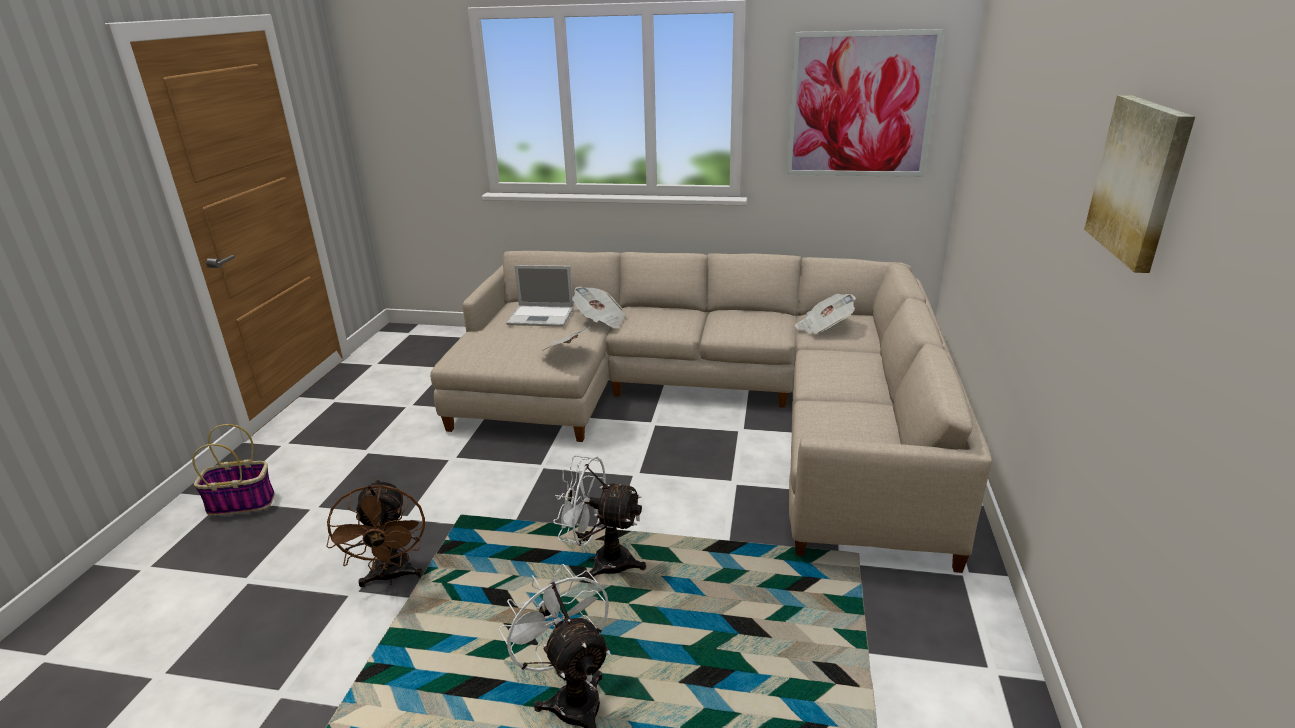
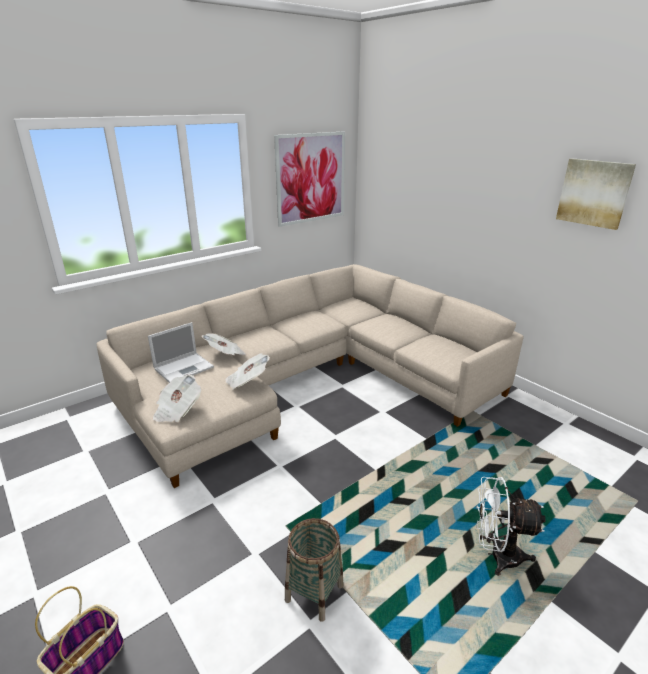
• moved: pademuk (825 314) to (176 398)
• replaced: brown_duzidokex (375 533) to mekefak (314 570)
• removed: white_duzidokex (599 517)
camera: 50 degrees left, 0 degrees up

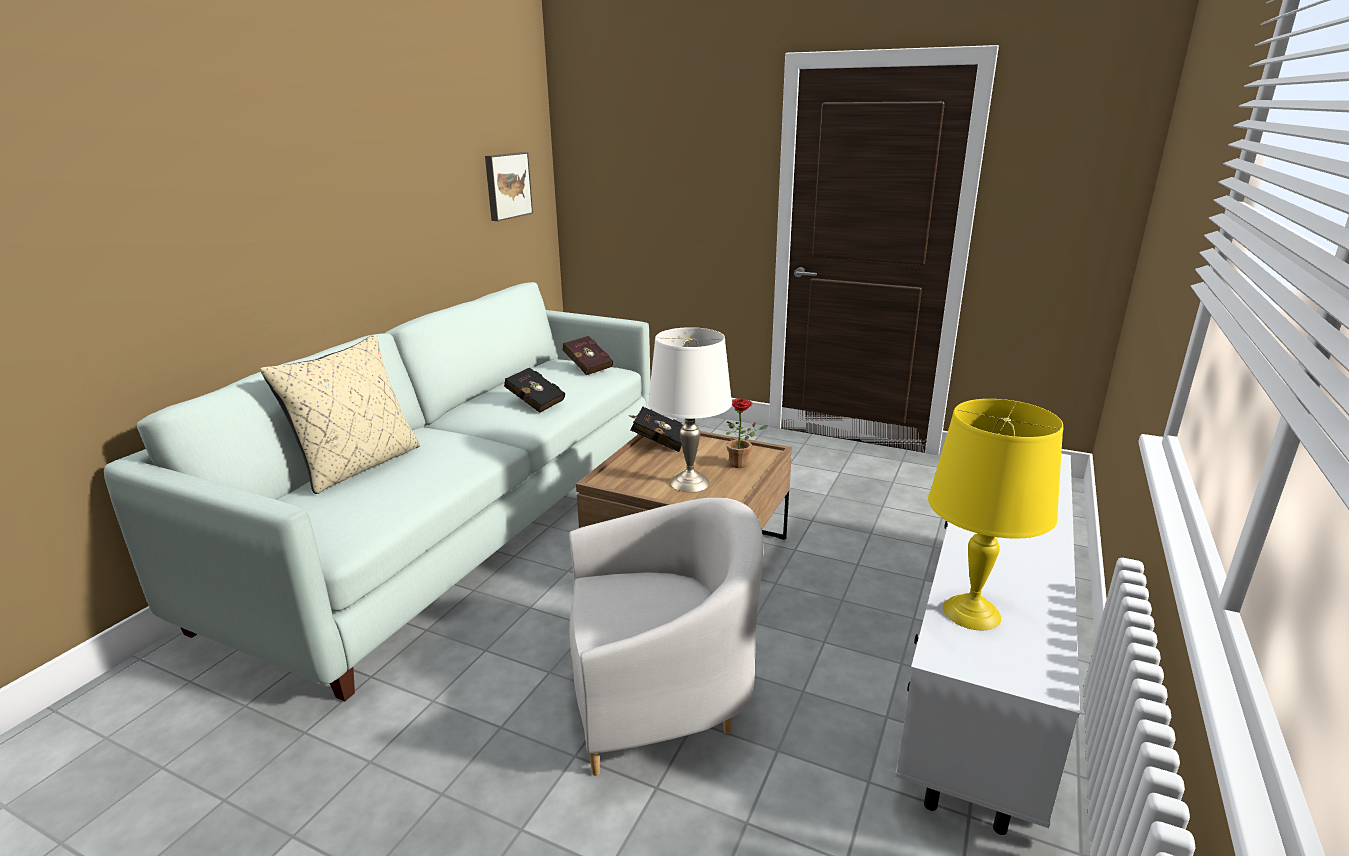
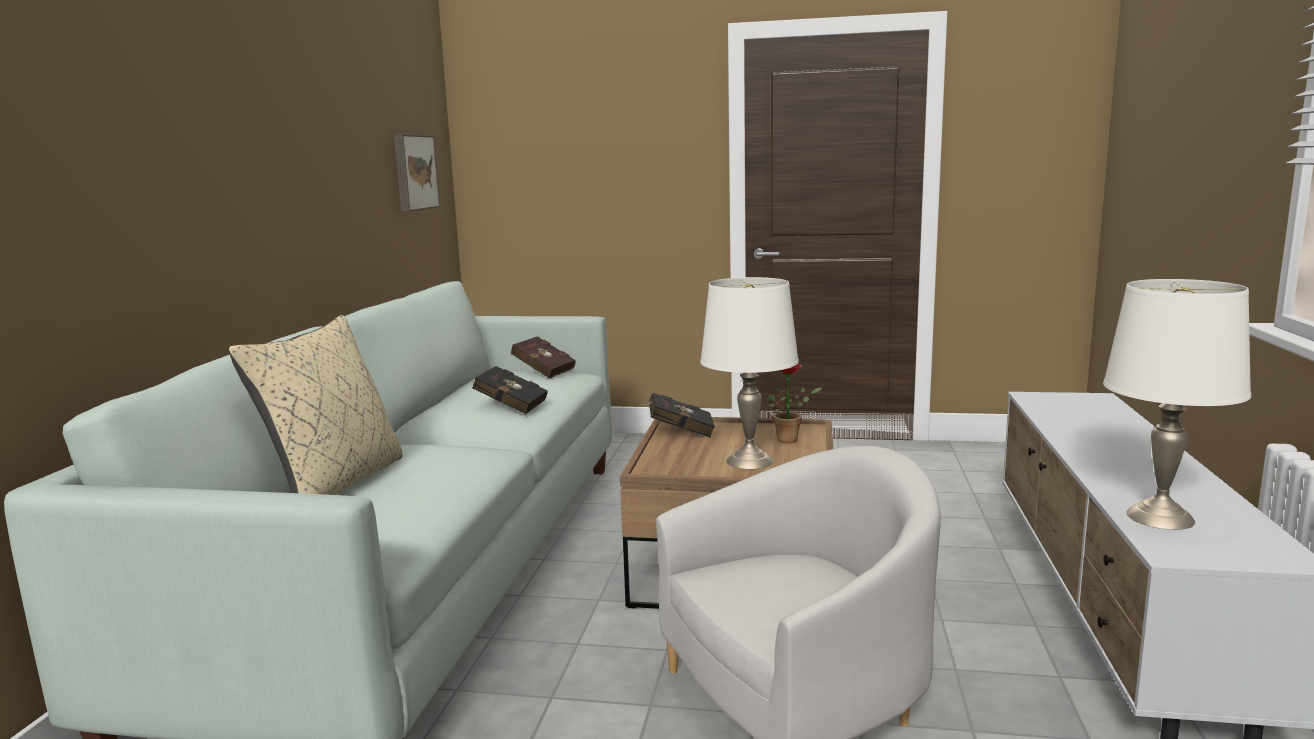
• recoloured: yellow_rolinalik (995 514) to white_rolinalik (1177 404)
camera: 15 degrees left, 10 degrees down

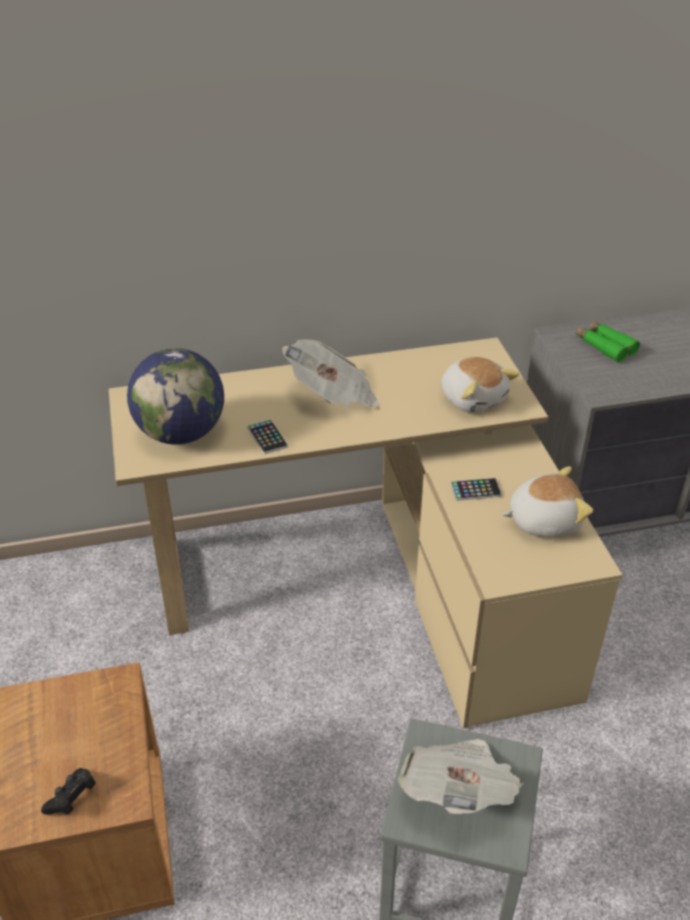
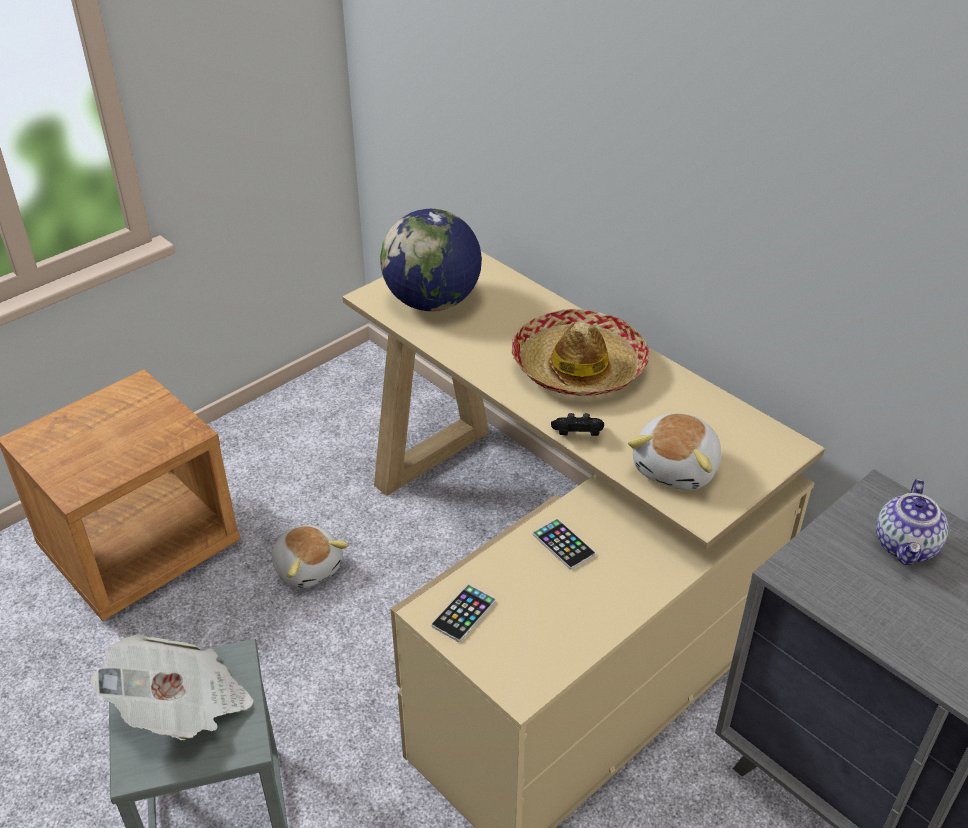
• moved: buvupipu (547 502) to (310 556)
• moved: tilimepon (267 436) to (463 613)
• replaced: pademuk (331 373) to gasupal (580 352)
• moved: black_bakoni (68 791) to (577 424)
• replaced: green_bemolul (608 342) to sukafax (912 522)
camera: 60 degrees right, 0 degrees up

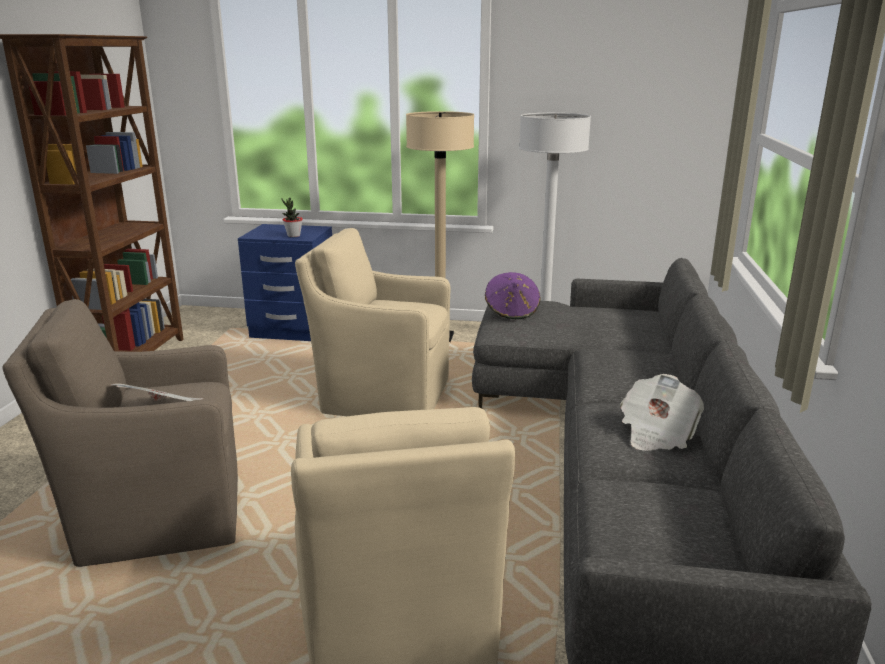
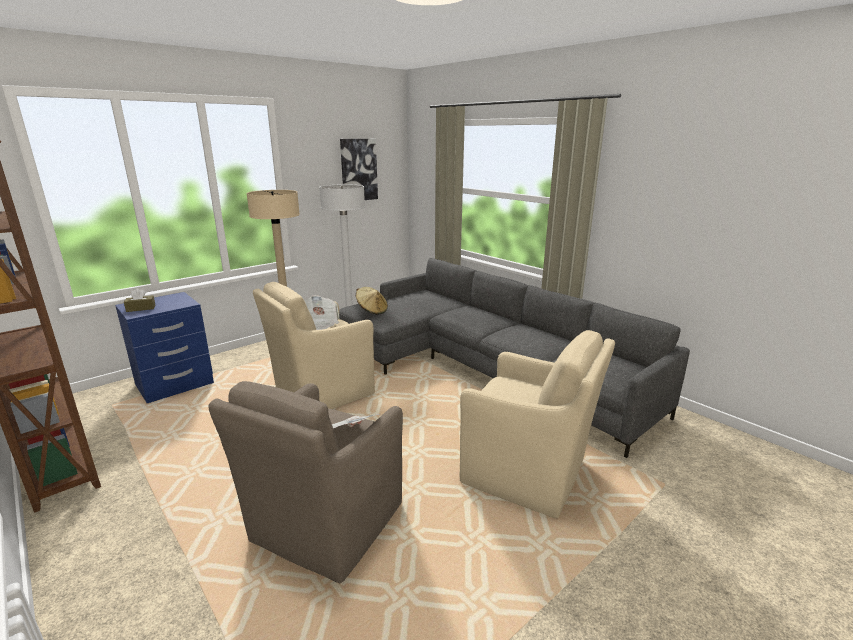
• added: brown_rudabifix (139 300)
• moved: pademuk (662 412) to (322 312)
• added: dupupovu (359 169)
• recoloured: purple_gasupal (512 295) to beige_gasupal (372 300)
• removed: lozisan (292 217)
camera: 50 degrees left, 0 degrees up

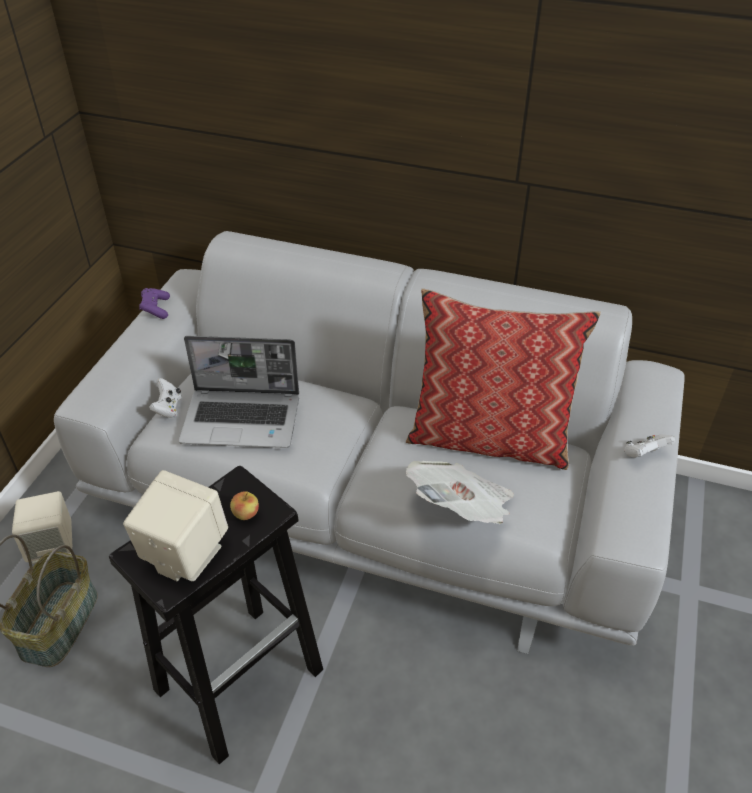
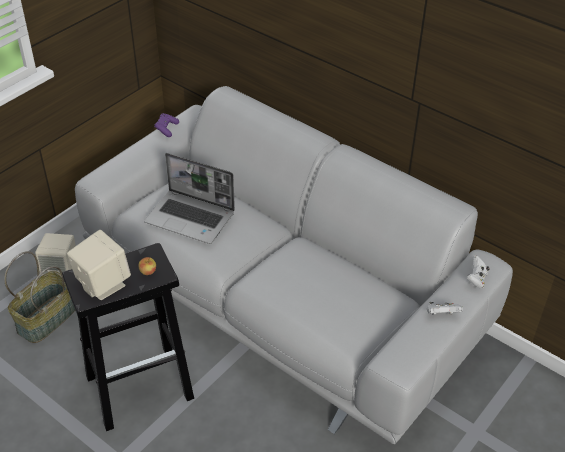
• moved: white_bakoni (165 398) to (478 271)
• removed: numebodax (503 379)
• removed: pademuk (460 492)
camera: 20 degrees right, 0 degrees up

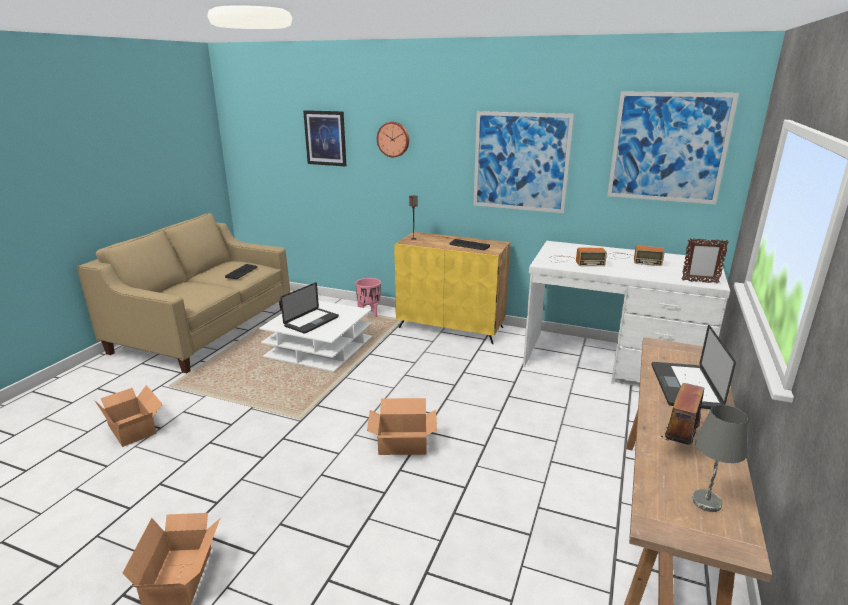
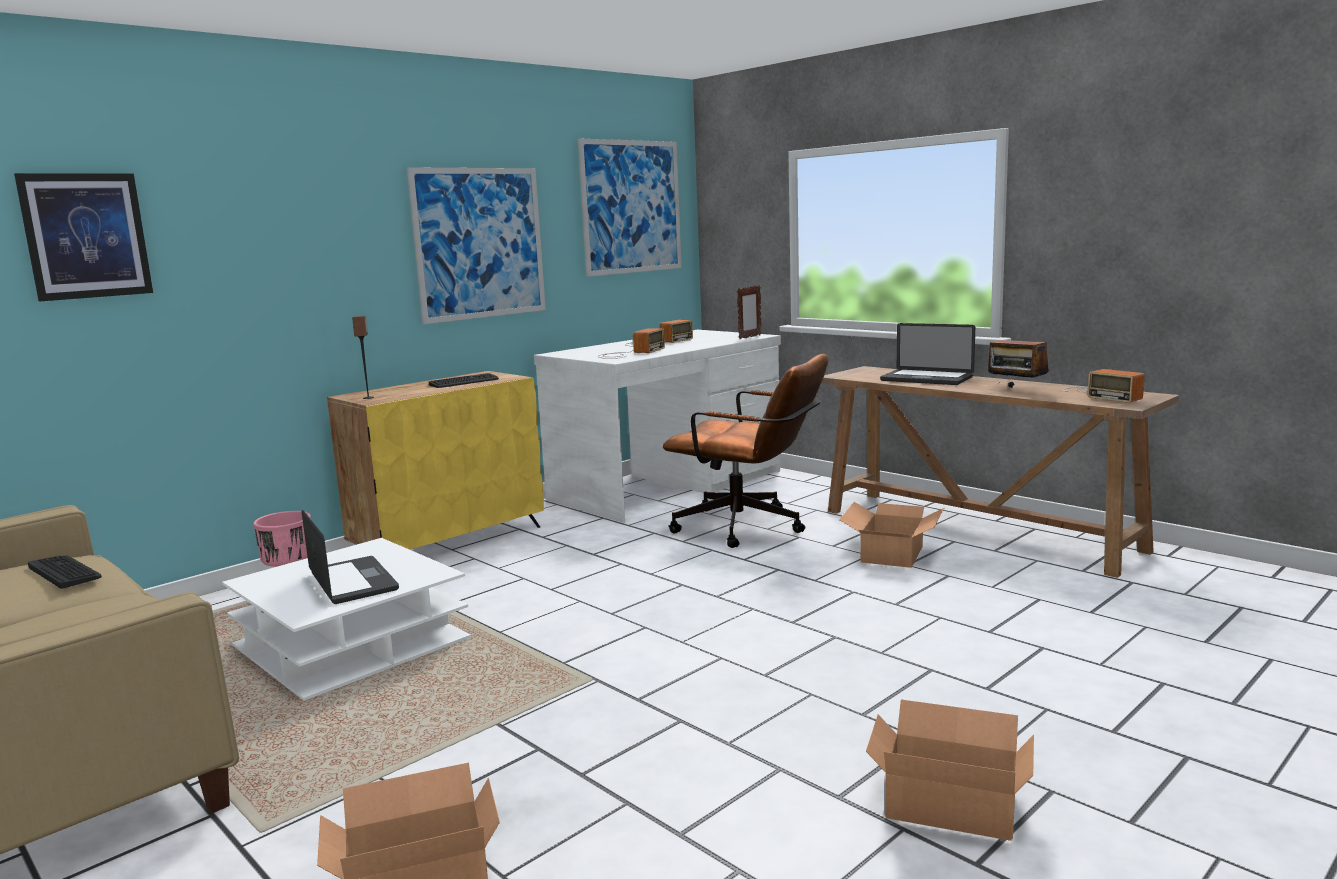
• added: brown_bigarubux (745 451)
• moved: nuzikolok (402 426) to (891 535)
• replaced: grey_rolinalik (720 458) to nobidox (1104 386)
• removed: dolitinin (393 139)
camera: 65 degrees left, 10 degrees down

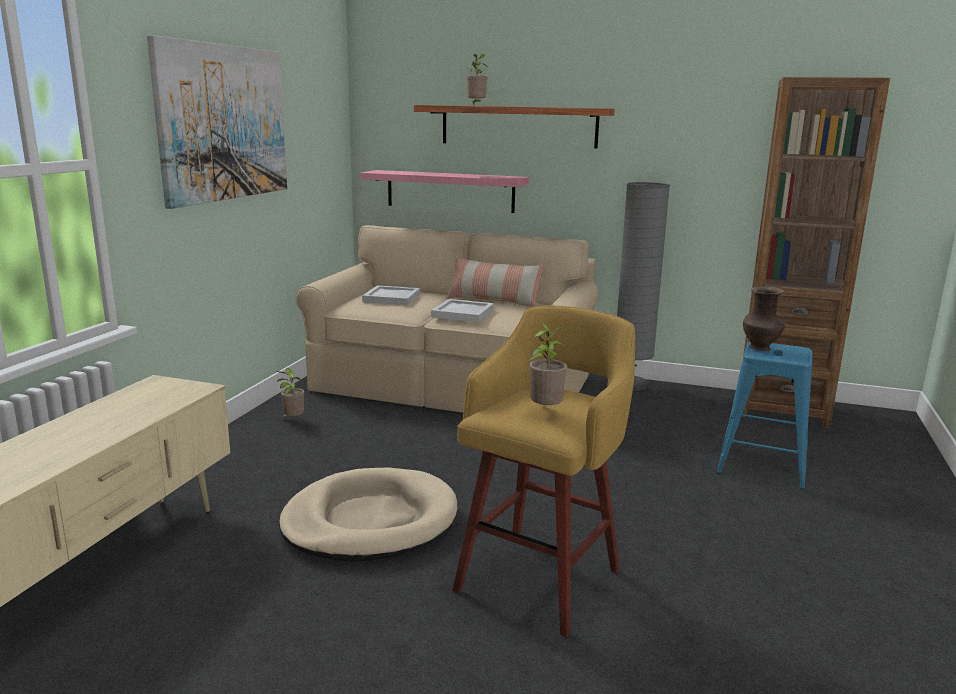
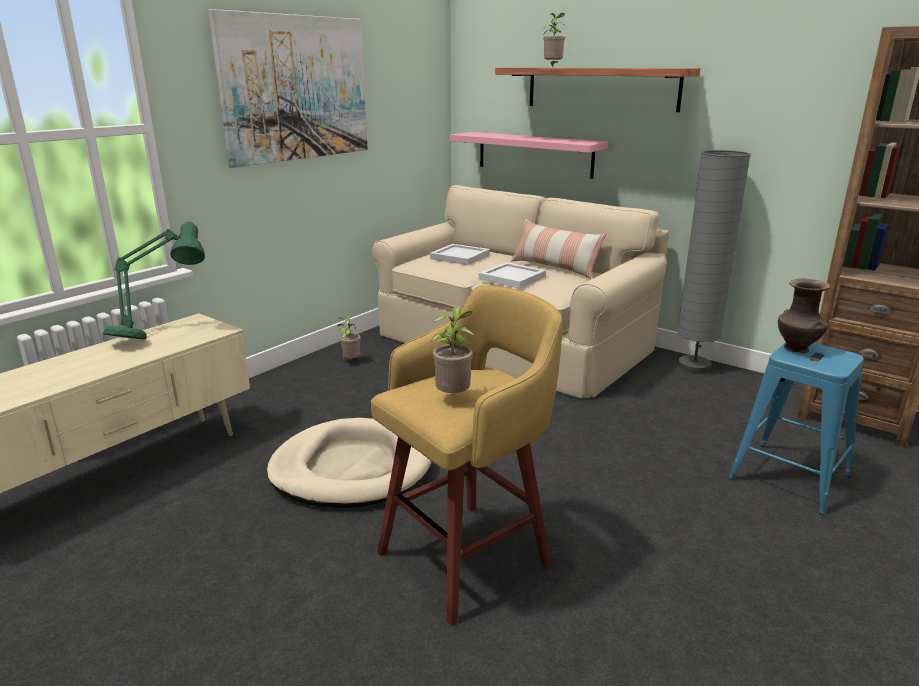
• added: green_rolinalik (154 280)
camera: 20 degrees right, 5 degrees up

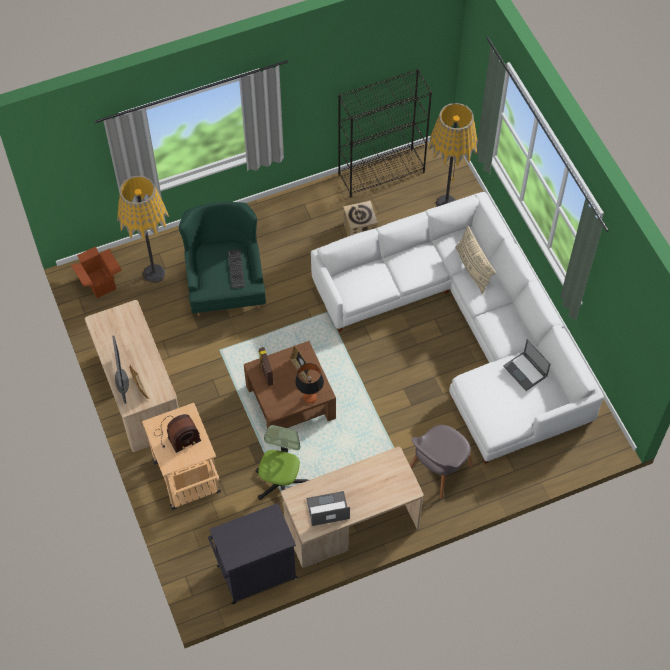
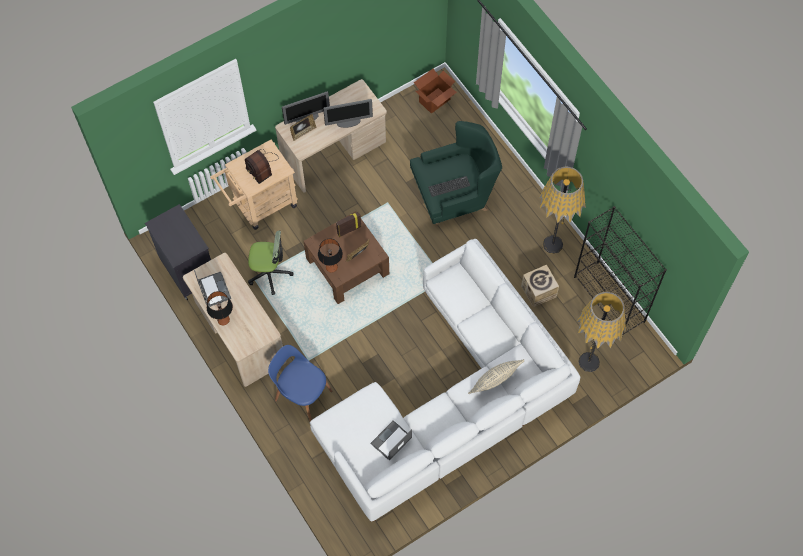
• added: rolinalik (220 308)
• recoloured: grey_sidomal (441 462) to blue_sidomal (300 383)
• added: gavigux (348 113)
• moved: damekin (143 229) to (562 210)
camera: 80 degrees right, 5 degrees up

